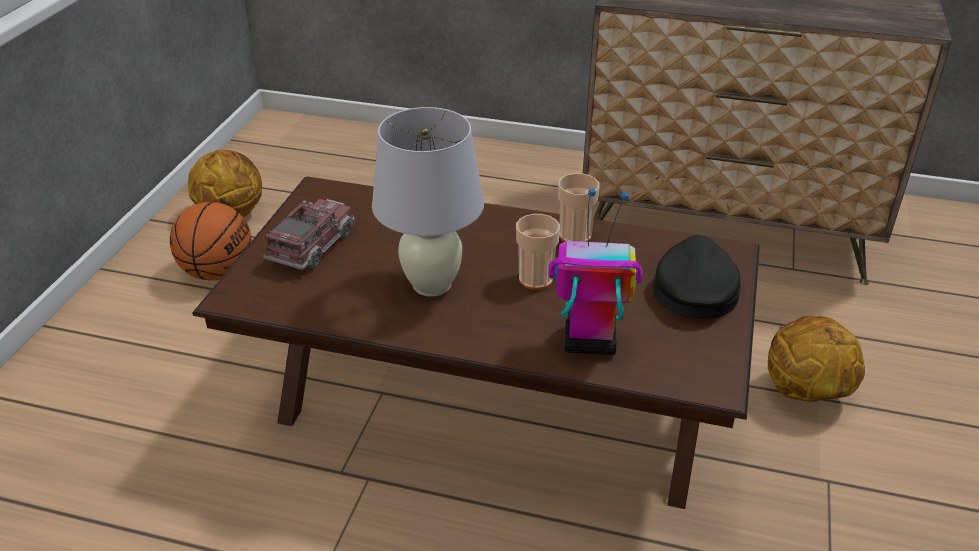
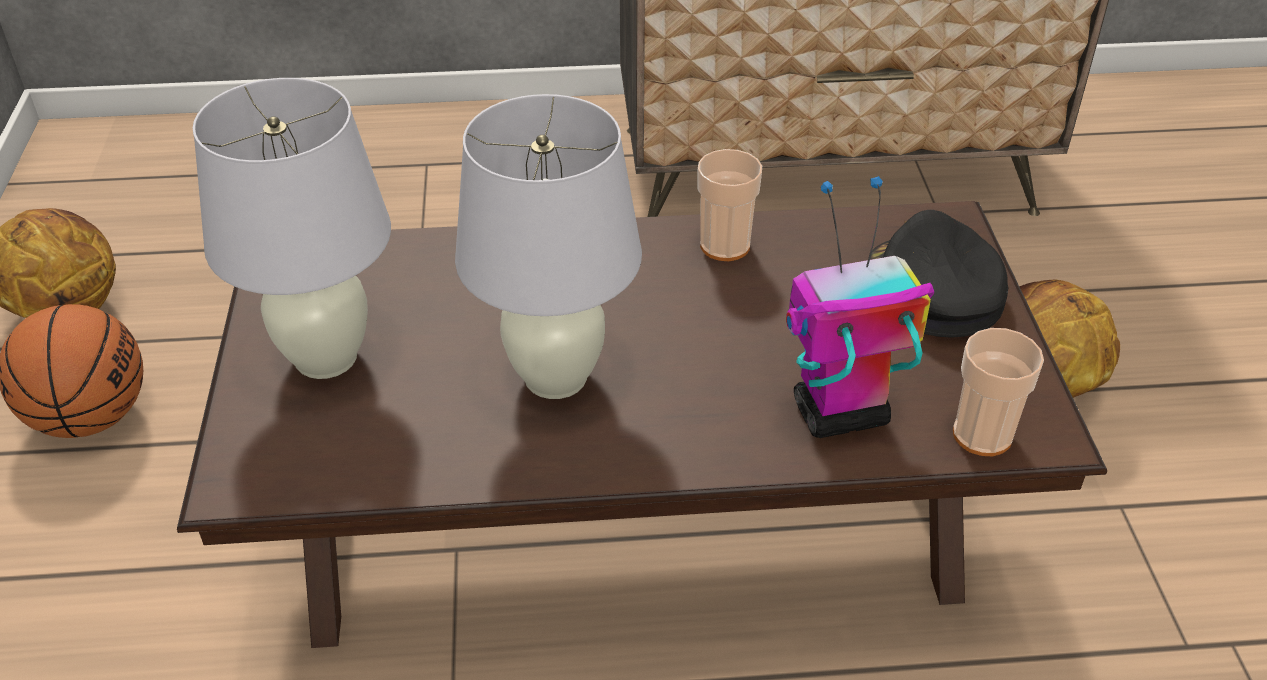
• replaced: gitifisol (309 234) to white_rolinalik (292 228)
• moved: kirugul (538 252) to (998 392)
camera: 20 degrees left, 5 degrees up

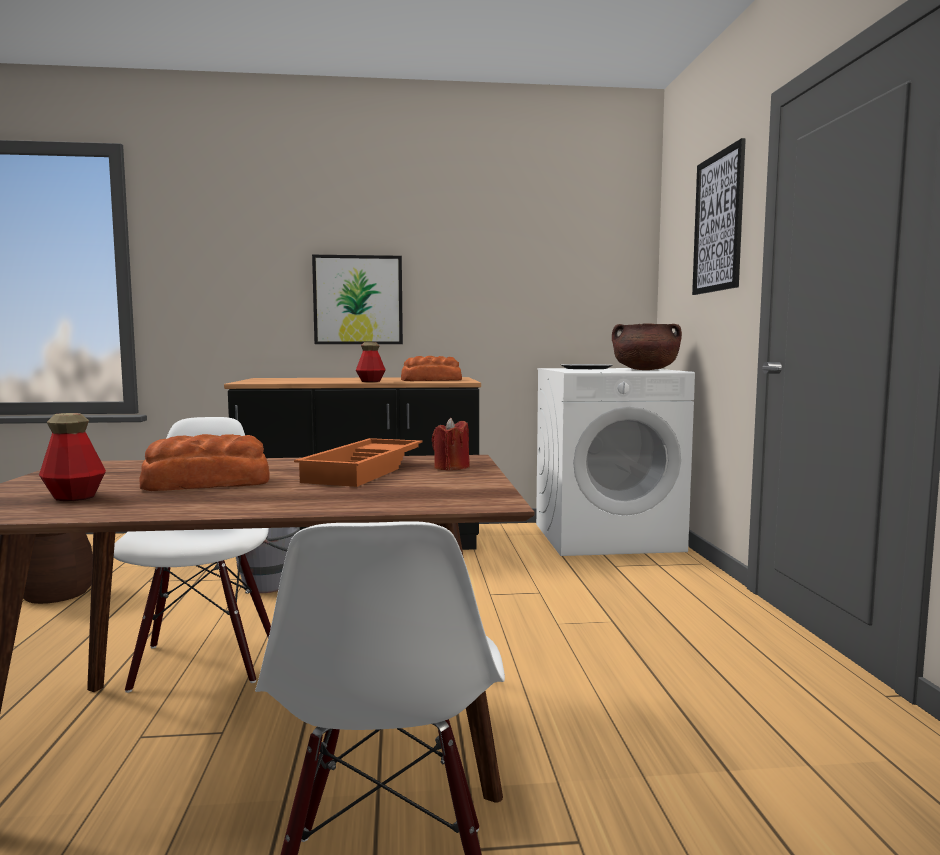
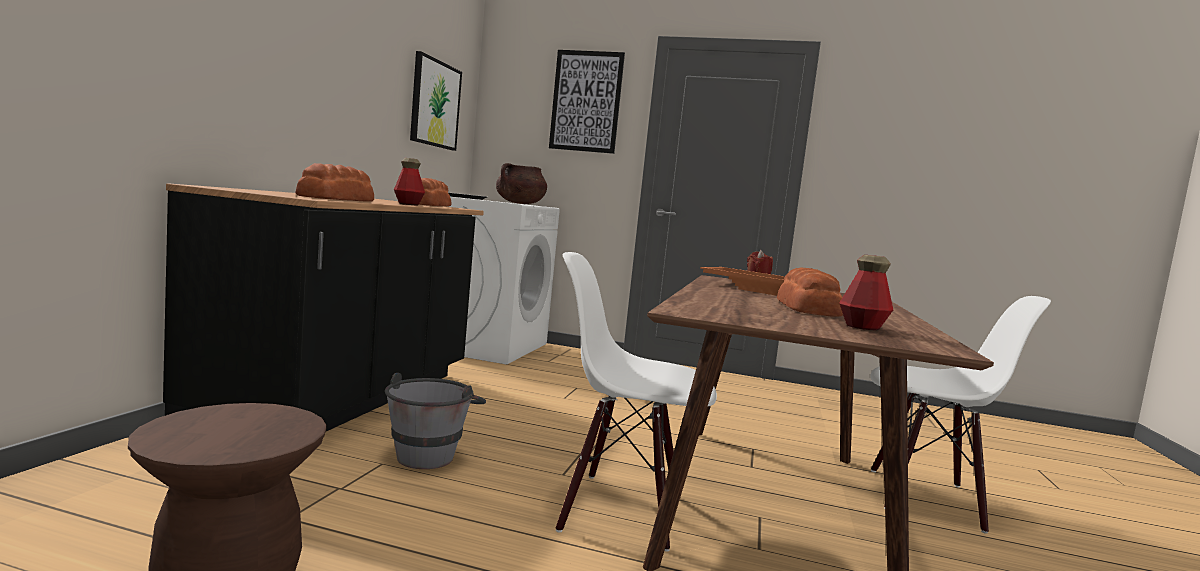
• added: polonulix (334 182)
• moved: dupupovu (357 299) to (436 101)
camera: 70 degrees left, 0 degrees up

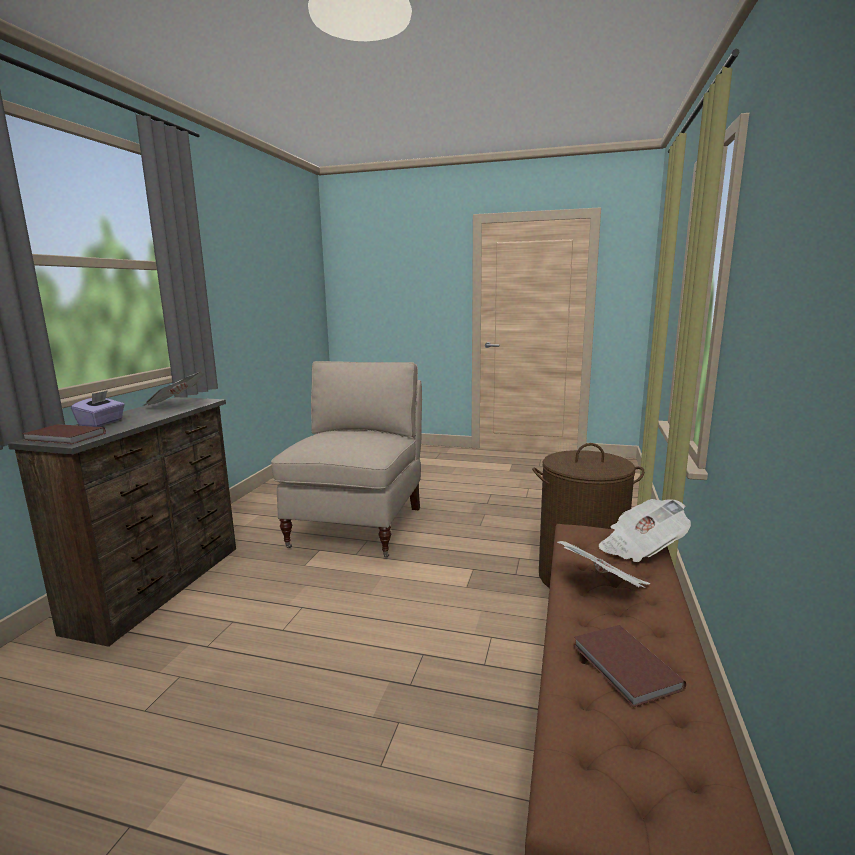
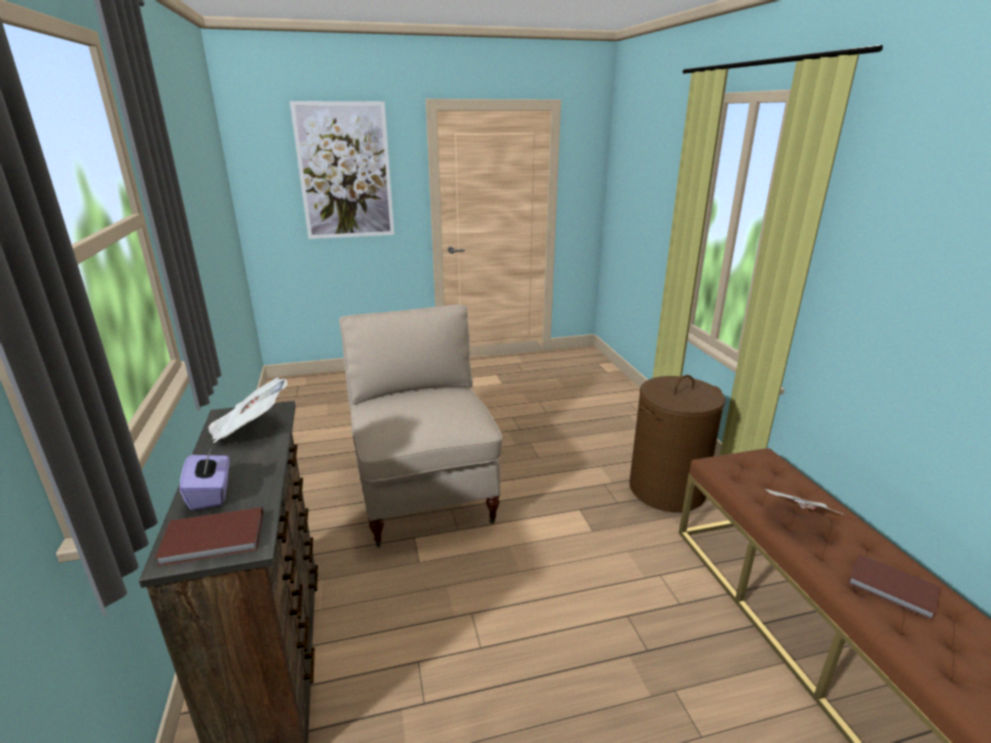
• added: dupupovu (342 170)
• removed: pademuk (645 530)
camera: 30 degrees left, 10 degrees up

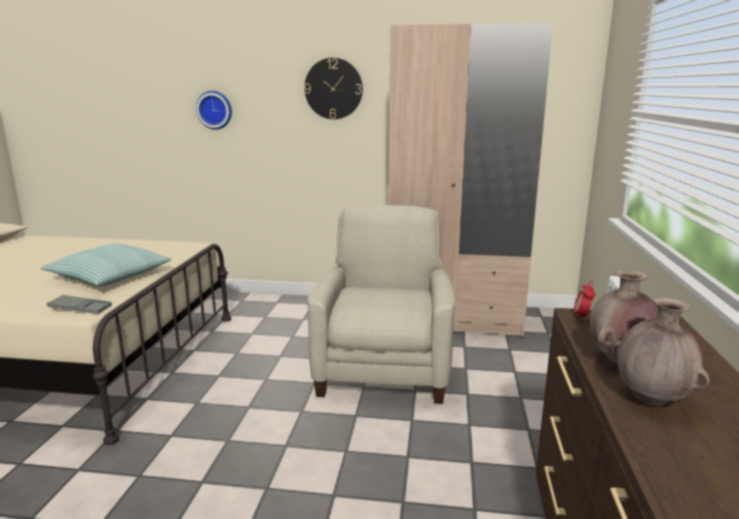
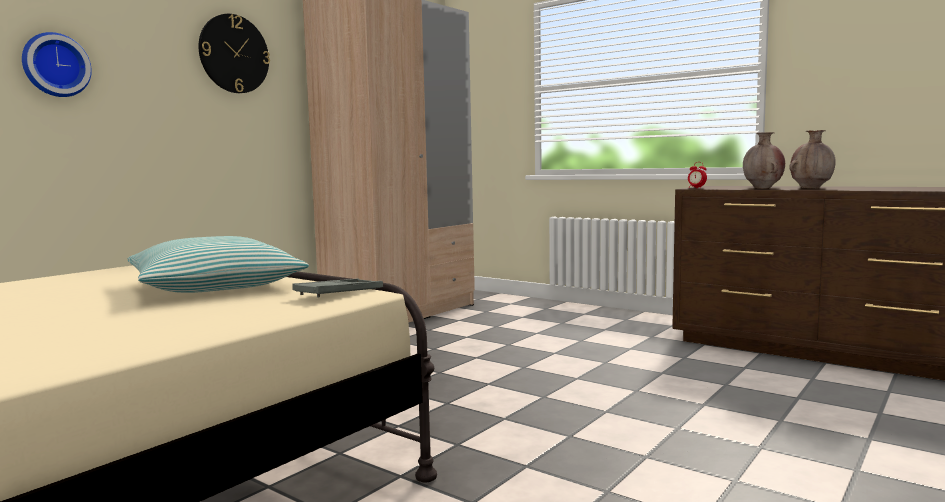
• removed: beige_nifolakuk (381 304)
camera: 60 degrees left, 10 degrees down

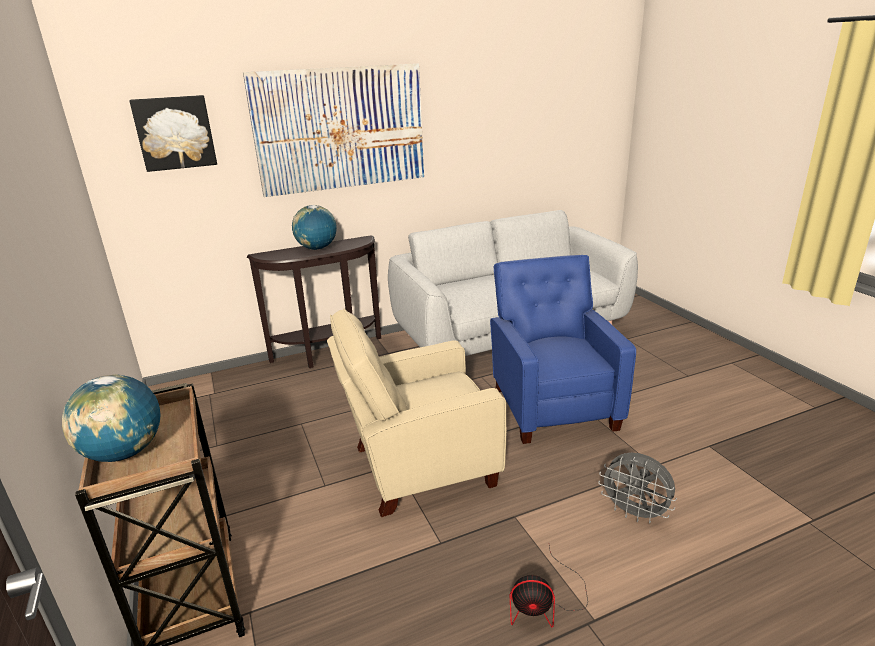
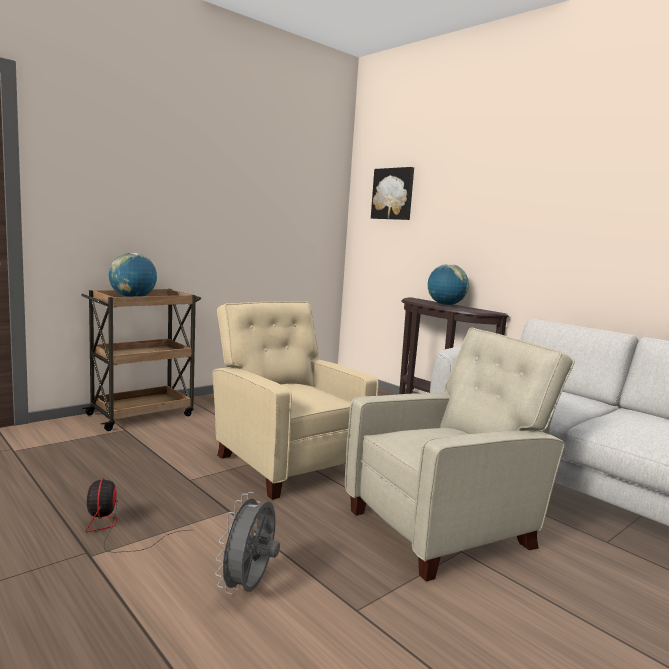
• recoloured: blue_nifolakuk (563 349) to beige_nifolakuk (460 454)
• removed: dupupovu (333 130)
camera: 70 degrees right, 15 degrees down

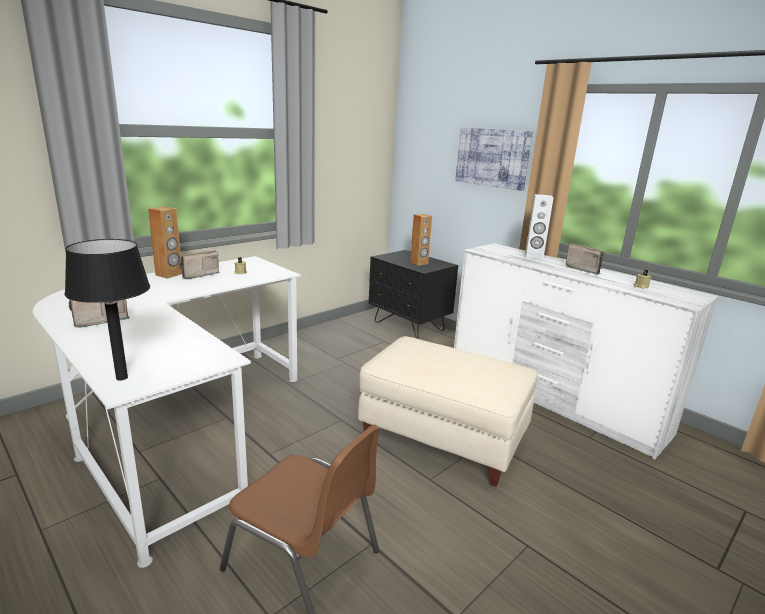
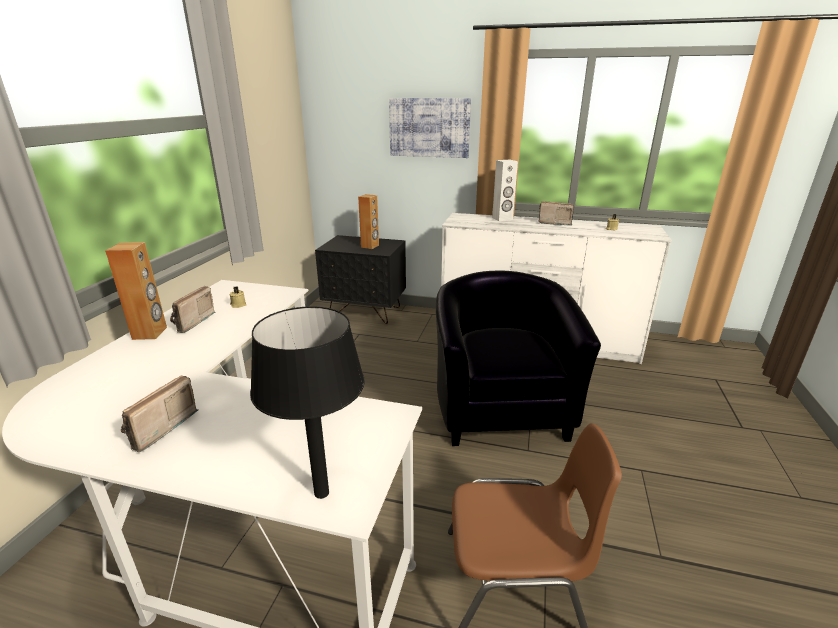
• replaced: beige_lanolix (448 411) to black_nifolakuk (518 358)
camera: 30 degrees left, 5 degrees up

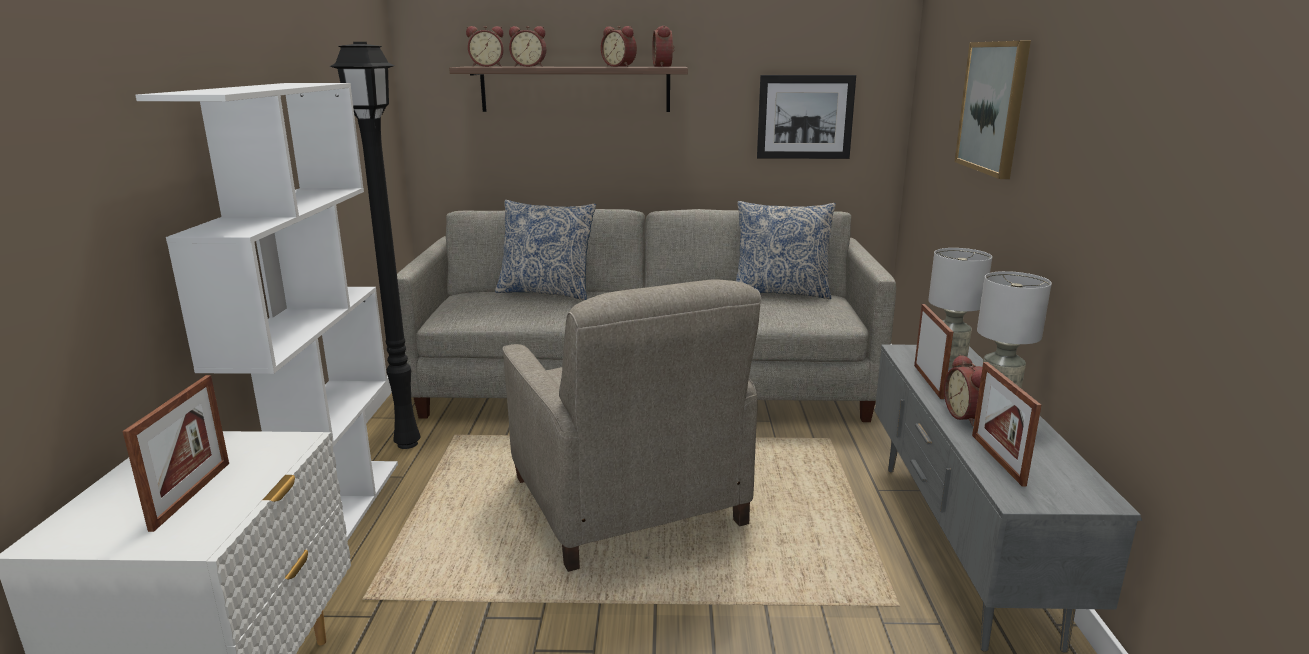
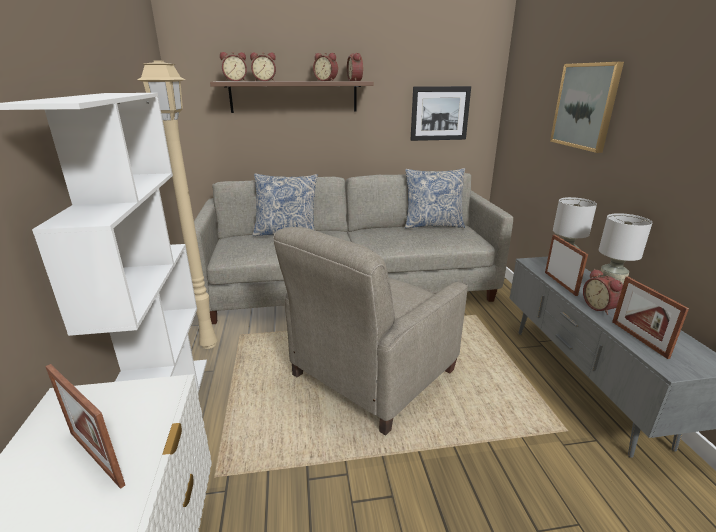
• turned: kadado (176 453) = (85 426) 135 degrees clockwise
• recoloured: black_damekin (375 245) to beige_damekin (177 205)
• turned: beige_nifolakuk (632 426) = (370 331) 75 degrees clockwise
camera: 10 degrees left, 5 degrees up

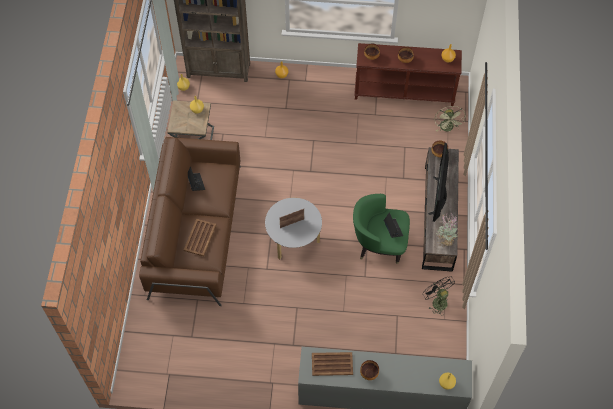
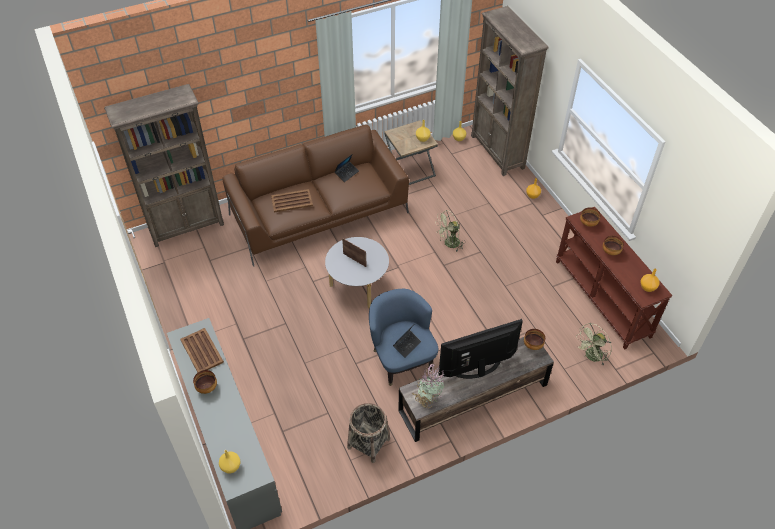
• added: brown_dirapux (164 165)
• replaced: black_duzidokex (439 295) to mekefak (368 433)
• recoloured: green_nifolakuk (381 229) to blue_nifolakuk (403 337)
• added: green_duzidokex (449 231)
camera: 60 degrees right, 10 degrees down

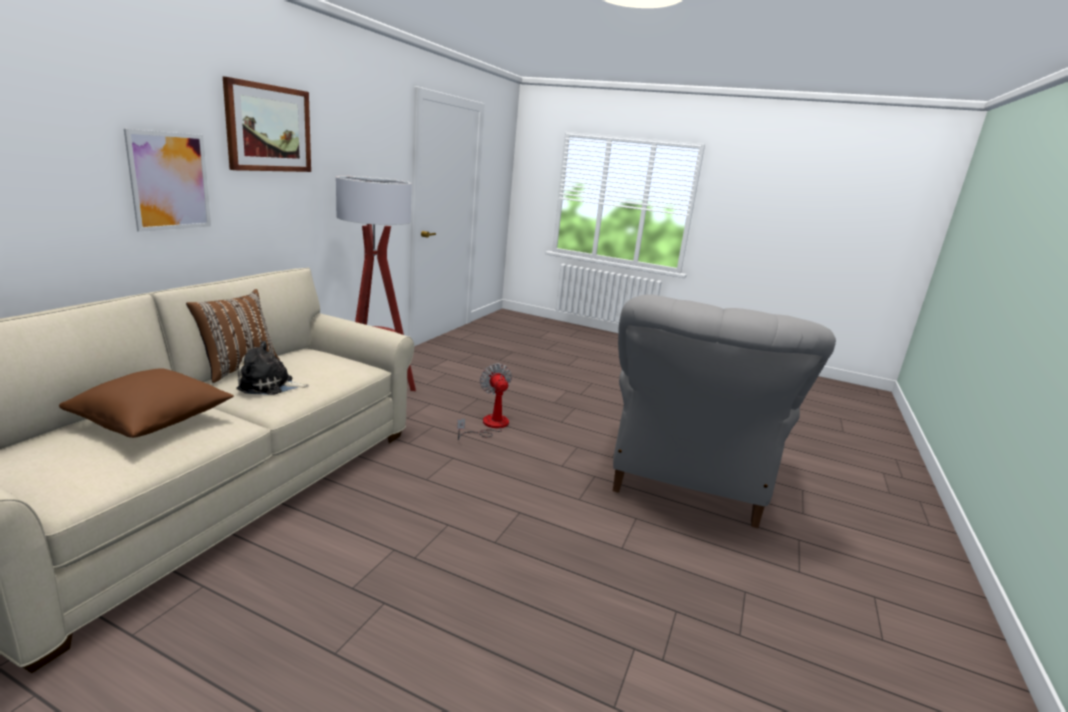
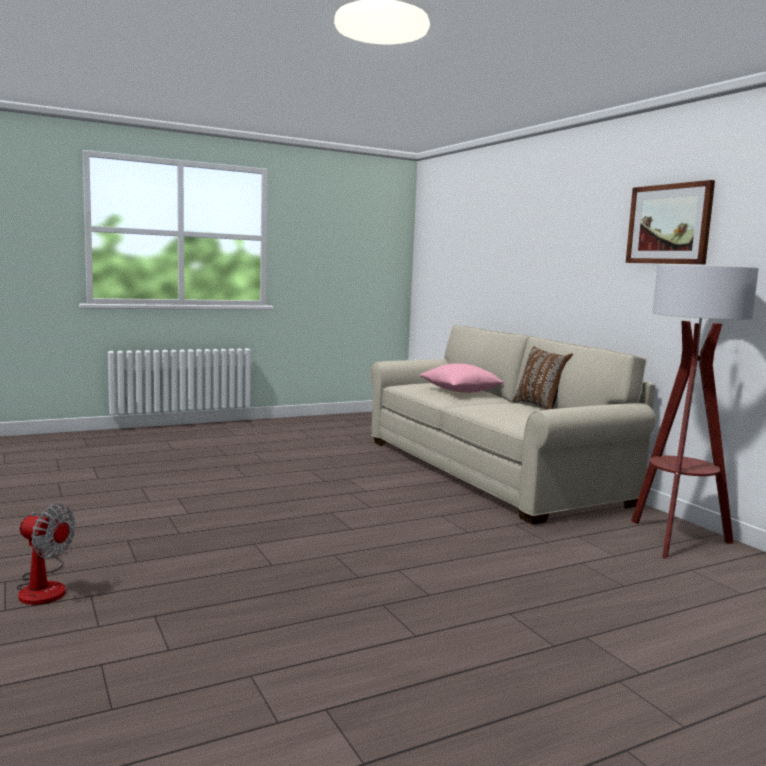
• moved: duzidokex (484 401) to (46 554)
• recoloured: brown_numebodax (146 403) to pink_numebodax (462 378)
• removed: dupupovu (167 180)
• removed: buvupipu (272 368)
• removed: grey_nifolakuk (724 411)
camera: 130 degrees right, 10 degrees down

